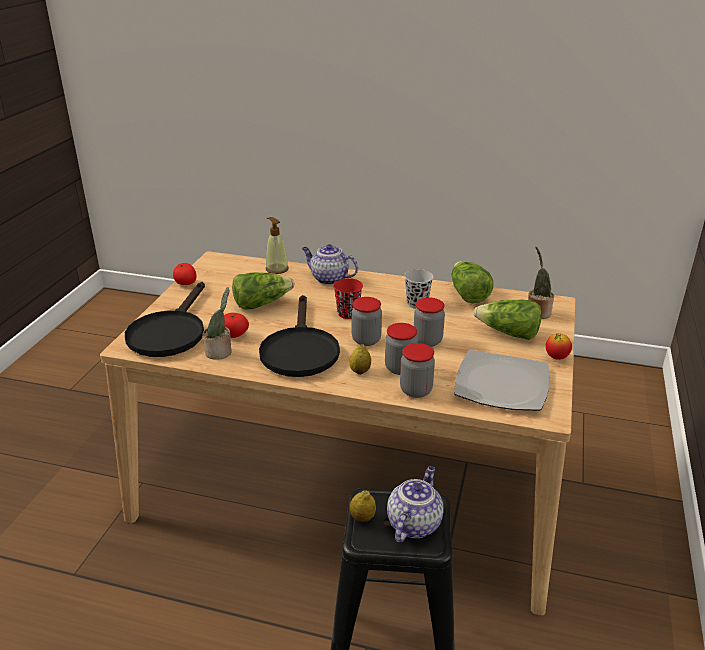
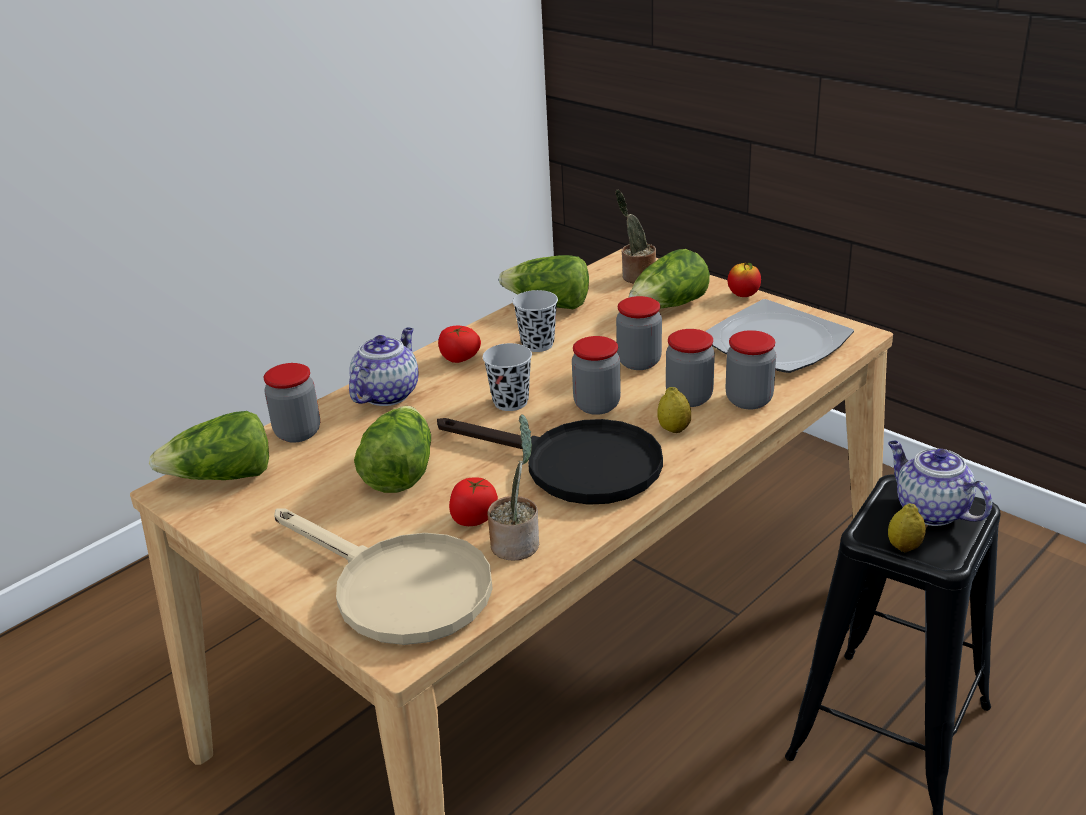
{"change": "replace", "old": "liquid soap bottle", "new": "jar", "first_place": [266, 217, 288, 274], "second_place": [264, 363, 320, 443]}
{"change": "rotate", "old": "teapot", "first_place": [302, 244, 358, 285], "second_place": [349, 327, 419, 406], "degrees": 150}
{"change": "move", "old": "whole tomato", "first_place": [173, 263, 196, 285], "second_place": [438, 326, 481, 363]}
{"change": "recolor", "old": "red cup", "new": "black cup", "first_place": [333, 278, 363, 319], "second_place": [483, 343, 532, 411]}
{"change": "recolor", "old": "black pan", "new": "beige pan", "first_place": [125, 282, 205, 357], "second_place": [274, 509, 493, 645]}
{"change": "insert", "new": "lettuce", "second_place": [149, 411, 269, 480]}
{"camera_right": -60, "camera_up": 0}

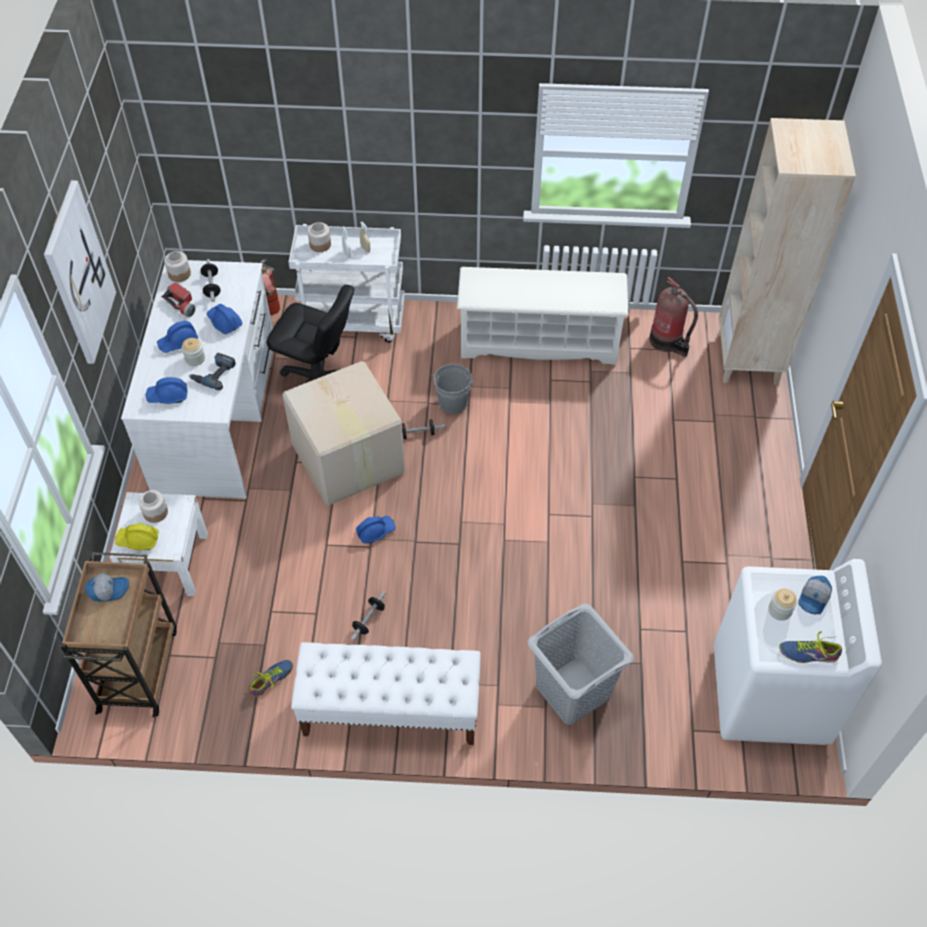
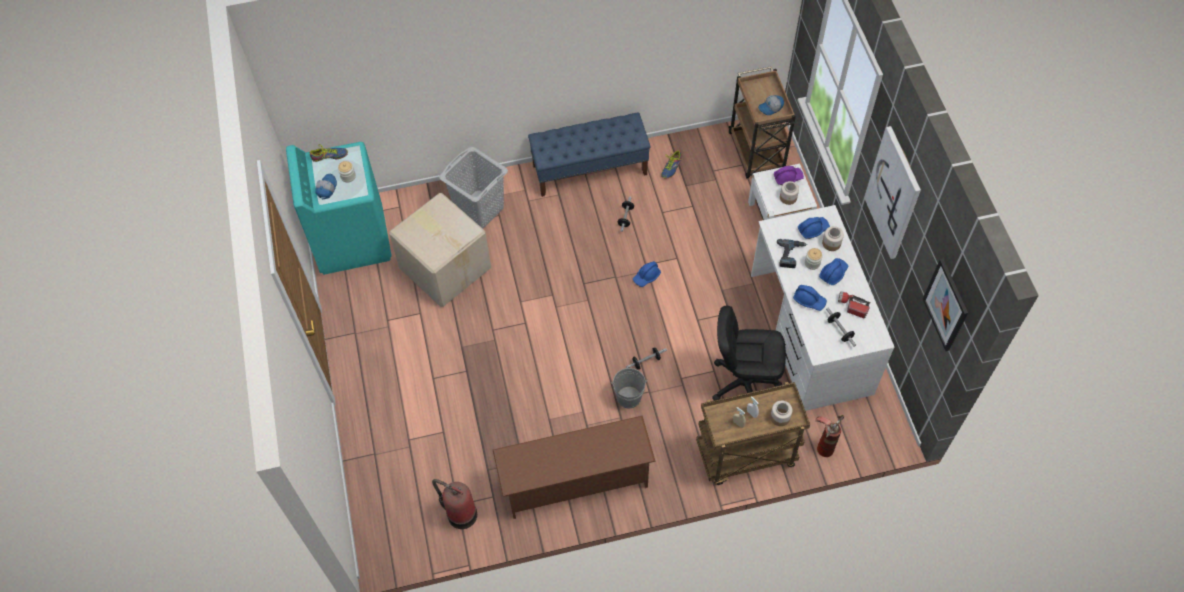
{"change": "delete", "old": "beige bookshelf", "first_place": [719, 118, 856, 385]}
{"change": "recolor", "old": "white-coloured trolley", "new": "brown-coloured trolley", "first_place": [289, 224, 405, 343], "second_place": [696, 382, 810, 485]}
{"change": "move", "old": "jar", "first_place": [164, 251, 191, 282], "second_place": [822, 226, 844, 251]}
{"change": "recolor", "old": "white-coloured shoe rack", "new": "brown-coloured shoe rack", "first_place": [457, 267, 628, 365], "second_place": [493, 416, 656, 519]}
{"change": "move", "old": "packing box", "first_place": [282, 361, 405, 505], "second_place": [389, 193, 491, 307]}
{"change": "recolor", "old": "yellow hard hat", "new": "purplish hard hat", "first_place": [115, 523, 159, 550], "second_place": [774, 166, 804, 185]}
{"change": "recolor", "old": "white-coloured laundry machine", "new": "turquoise laundry machine", "first_place": [714, 559, 882, 745], "second_place": [286, 142, 391, 275]}
{"change": "recolor", "old": "white-coloured bench", "new": "bluish bench", "first_place": [291, 642, 481, 745], "second_place": [528, 112, 650, 197]}
{"change": "insert", "new": "picture", "second_place": [923, 259, 968, 351]}
{"camera_right": 165, "camera_up": 5}

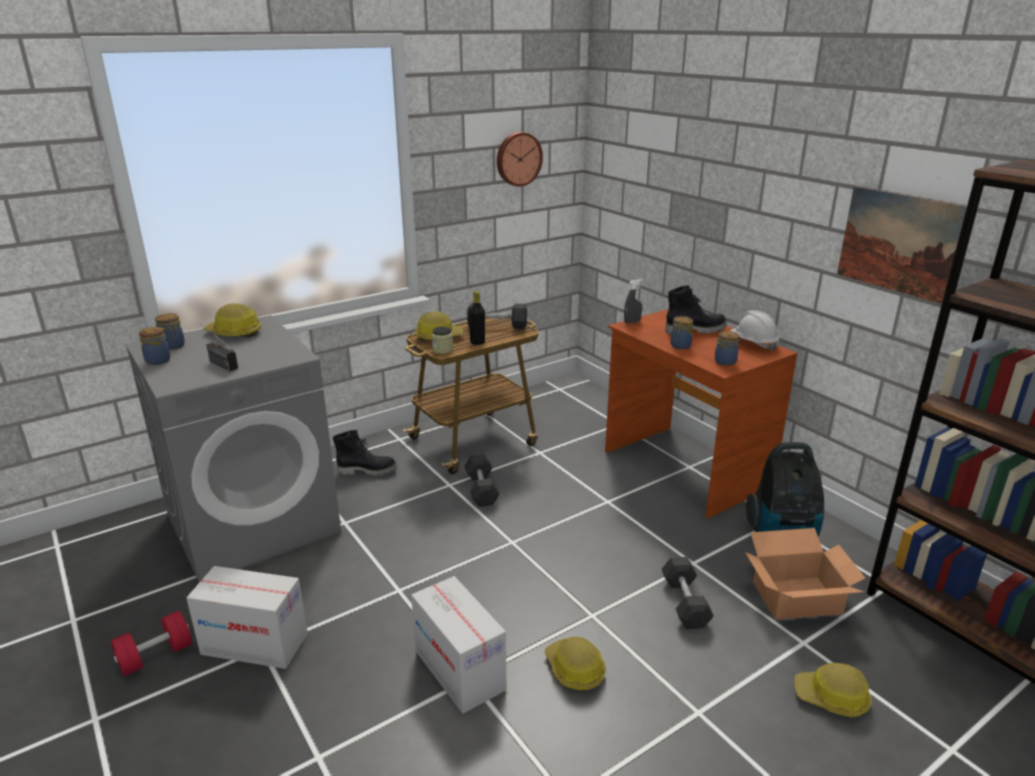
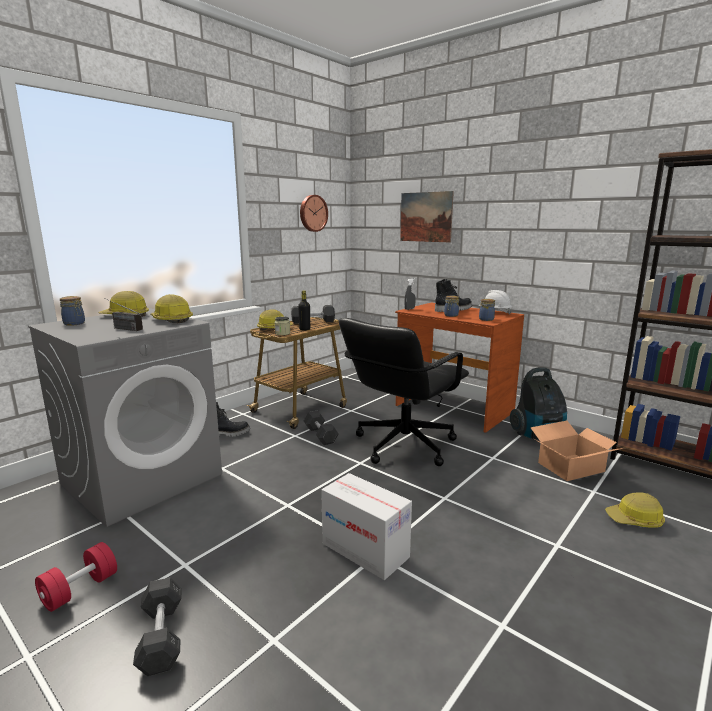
{"change": "move", "old": "picture", "first_place": [837, 186, 967, 304], "second_place": [400, 191, 454, 242]}
{"change": "delete", "old": "jar", "first_place": [139, 327, 170, 365]}
{"change": "move", "old": "grey hand weight", "first_place": [662, 557, 714, 629], "second_place": [133, 577, 182, 676]}
{"change": "delete", "old": "packing box", "first_place": [186, 566, 308, 669]}
{"change": "move", "old": "hard hat", "first_place": [544, 637, 606, 690], "second_place": [151, 294, 193, 323]}
{"change": "insert", "new": "black computer chair", "second_place": [339, 318, 469, 466]}
{"camera_right": -15, "camera_up": -10}

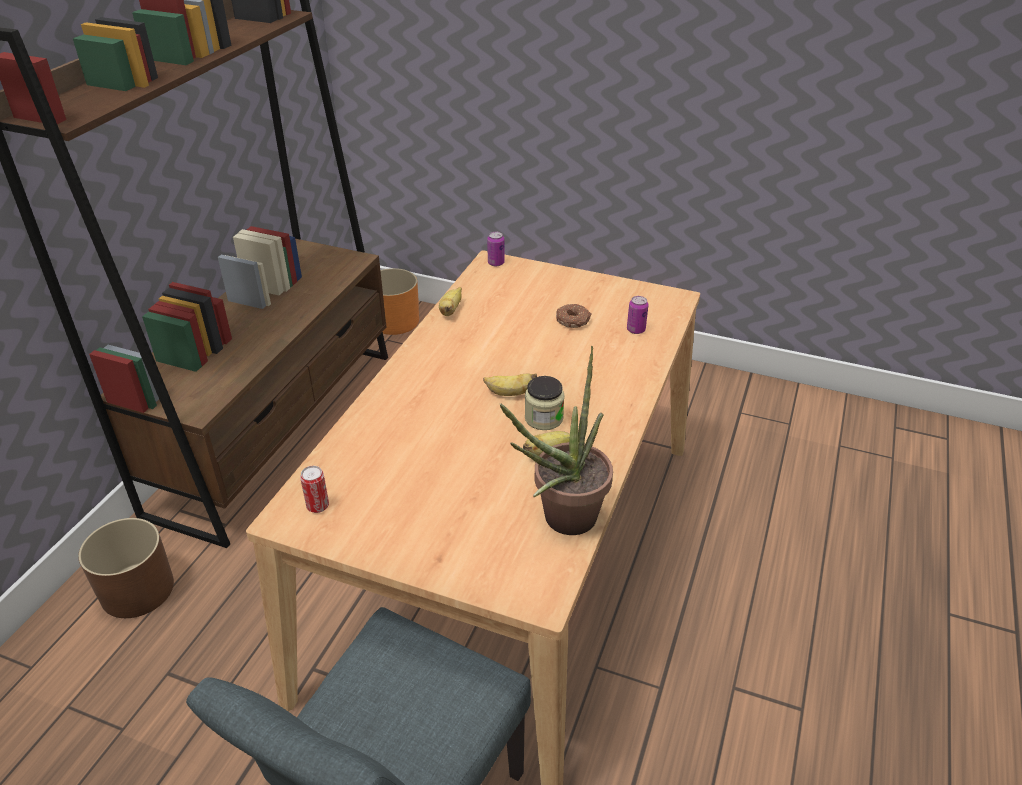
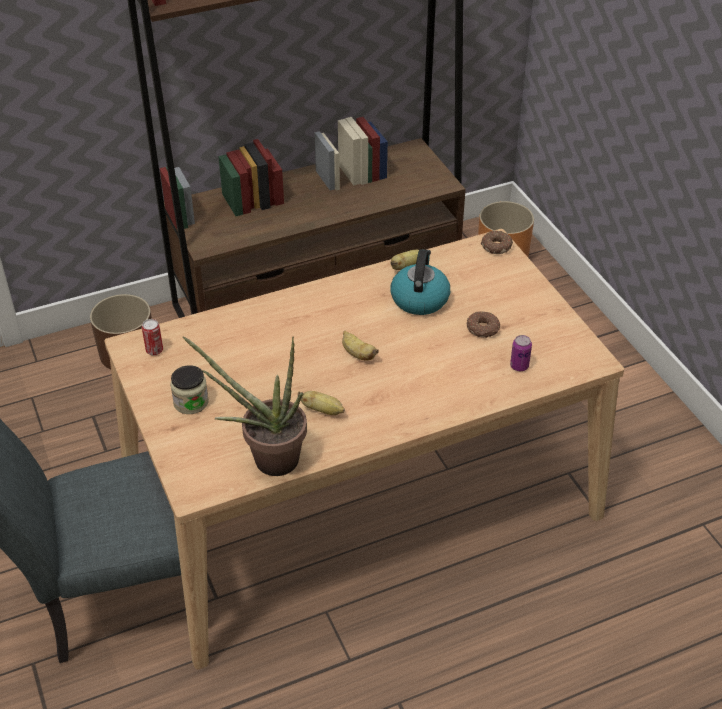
{"change": "replace", "old": "metal can", "new": "donut", "first_place": [487, 232, 505, 266], "second_place": [481, 231, 513, 254]}
{"change": "move", "old": "jar", "first_place": [525, 376, 565, 430], "second_place": [170, 365, 209, 414]}
{"change": "insert", "new": "water kettle", "second_place": [391, 249, 450, 315]}
{"camera_right": 45, "camera_up": 5}

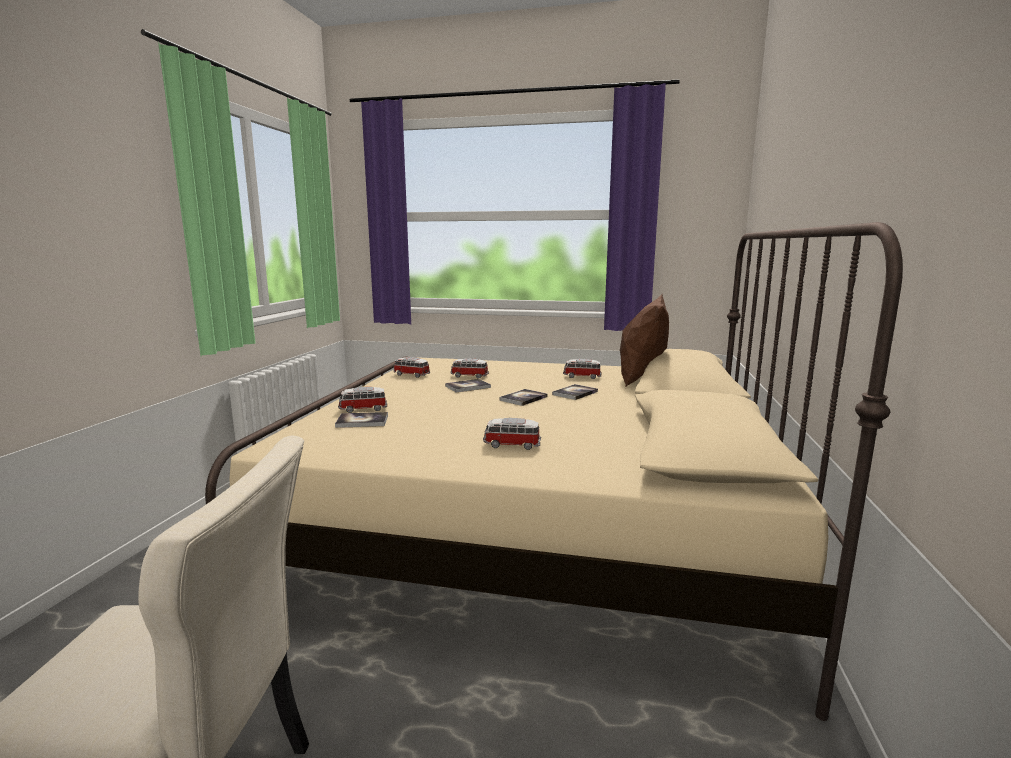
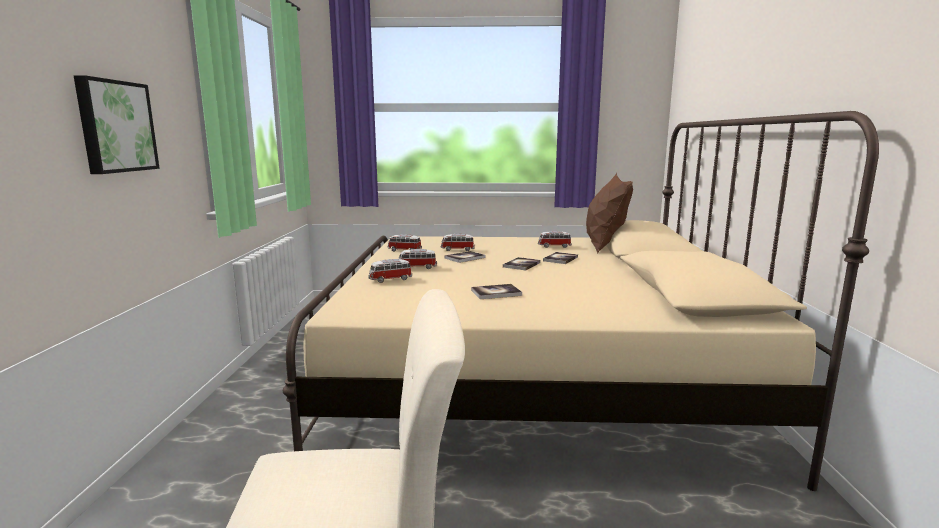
{"change": "move", "old": "book", "first_place": [335, 412, 388, 428], "second_place": [471, 284, 522, 299]}
{"change": "move", "old": "toy car", "first_place": [483, 418, 541, 450], "second_place": [398, 249, 437, 269]}
{"change": "insert", "new": "picture", "second_place": [74, 75, 160, 174]}
{"camera_right": -10, "camera_up": 0}

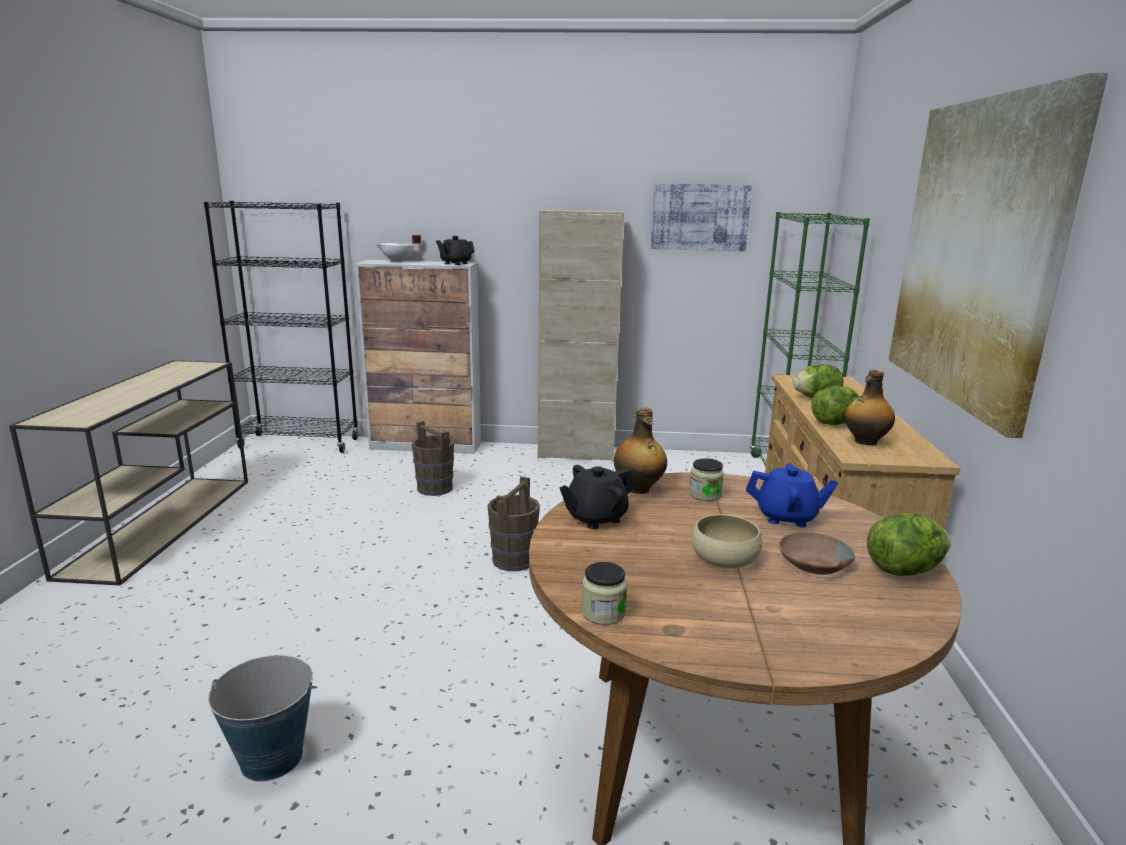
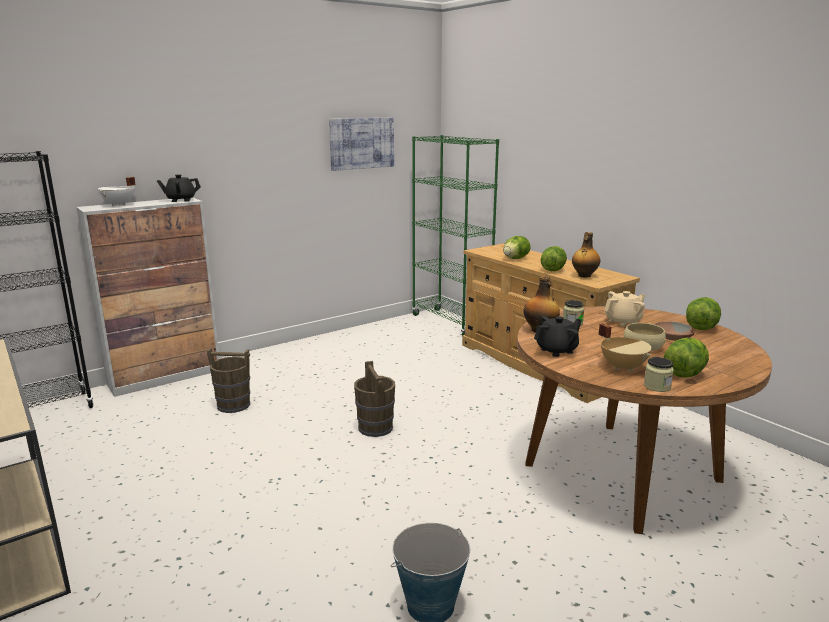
{"change": "delete", "old": "picture", "first_place": [889, 73, 1108, 438]}
{"change": "delete", "old": "beige storage cabinet", "first_place": [538, 209, 624, 461]}
{"change": "recolor", "old": "bluish teapot", "new": "beige teapot", "first_place": [746, 463, 838, 527], "second_place": [604, 291, 645, 326]}
{"change": "rotate", "old": "black teapot", "first_place": [560, 465, 634, 529], "second_place": [534, 316, 582, 357], "degrees": -135}
{"change": "insert", "new": "beige cooking pot", "second_place": [599, 324, 652, 372]}
{"change": "insert", "new": "lettuce", "second_place": [664, 338, 709, 378]}
{"camera_right": -40, "camera_up": 0}

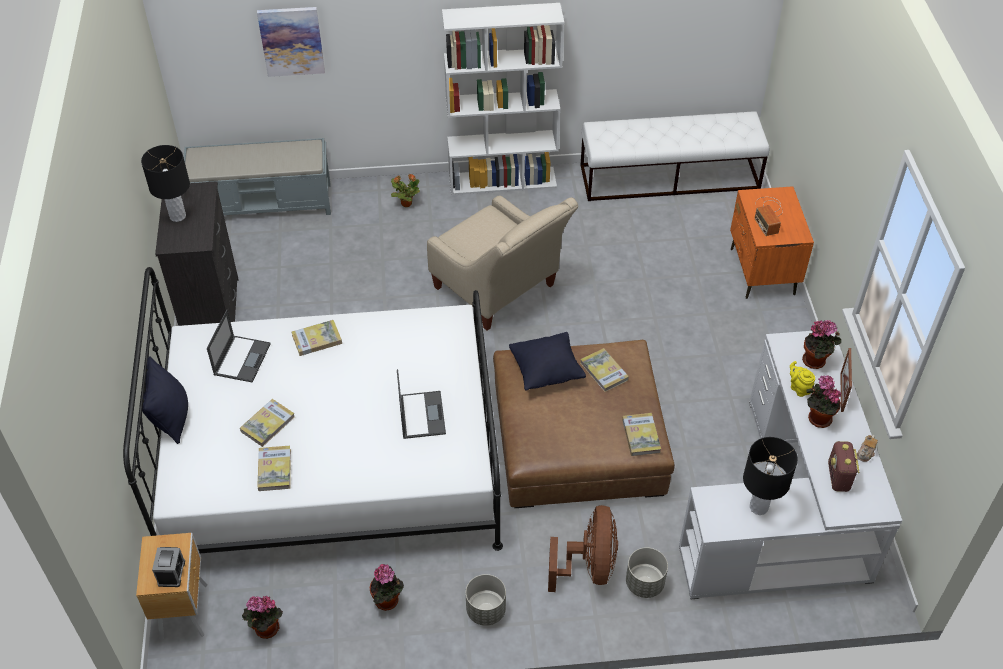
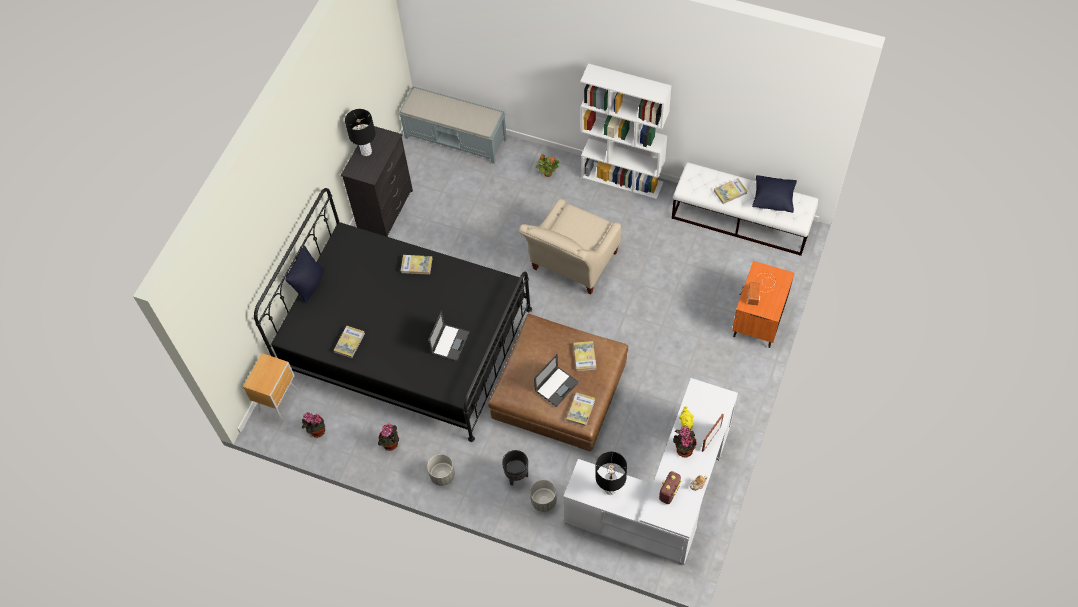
{"change": "delete", "old": "picture", "first_place": [257, 7, 325, 77]}
{"change": "rotate", "old": "beige lounge chair", "first_place": [427, 195, 578, 331], "second_place": [519, 198, 621, 295], "degrees": 45}
{"change": "recolor", "old": "white-coloured sleeping bed", "new": "black sleeping bed", "first_place": [123, 267, 503, 553], "second_place": [254, 188, 532, 442]}
{"change": "move", "old": "notebook computer", "first_place": [207, 310, 271, 383], "second_place": [534, 354, 579, 407]}
{"change": "delete", "old": "houseplant", "first_place": [802, 320, 841, 369]}
{"change": "move", "old": "black throw pillow", "first_place": [509, 332, 586, 391], "second_place": [752, 175, 797, 213]}
{"change": "move", "old": "book", "first_place": [240, 399, 295, 447], "second_place": [714, 178, 748, 204]}
{"change": "replace", "old": "brown-coloured electric fan", "new": "black flower pot", "first_place": [548, 505, 618, 592], "second_place": [502, 450, 528, 486]}
{"change": "delete", "old": "alarm clock", "first_place": [152, 547, 185, 587]}
{"camera_right": 30, "camera_up": 10}

